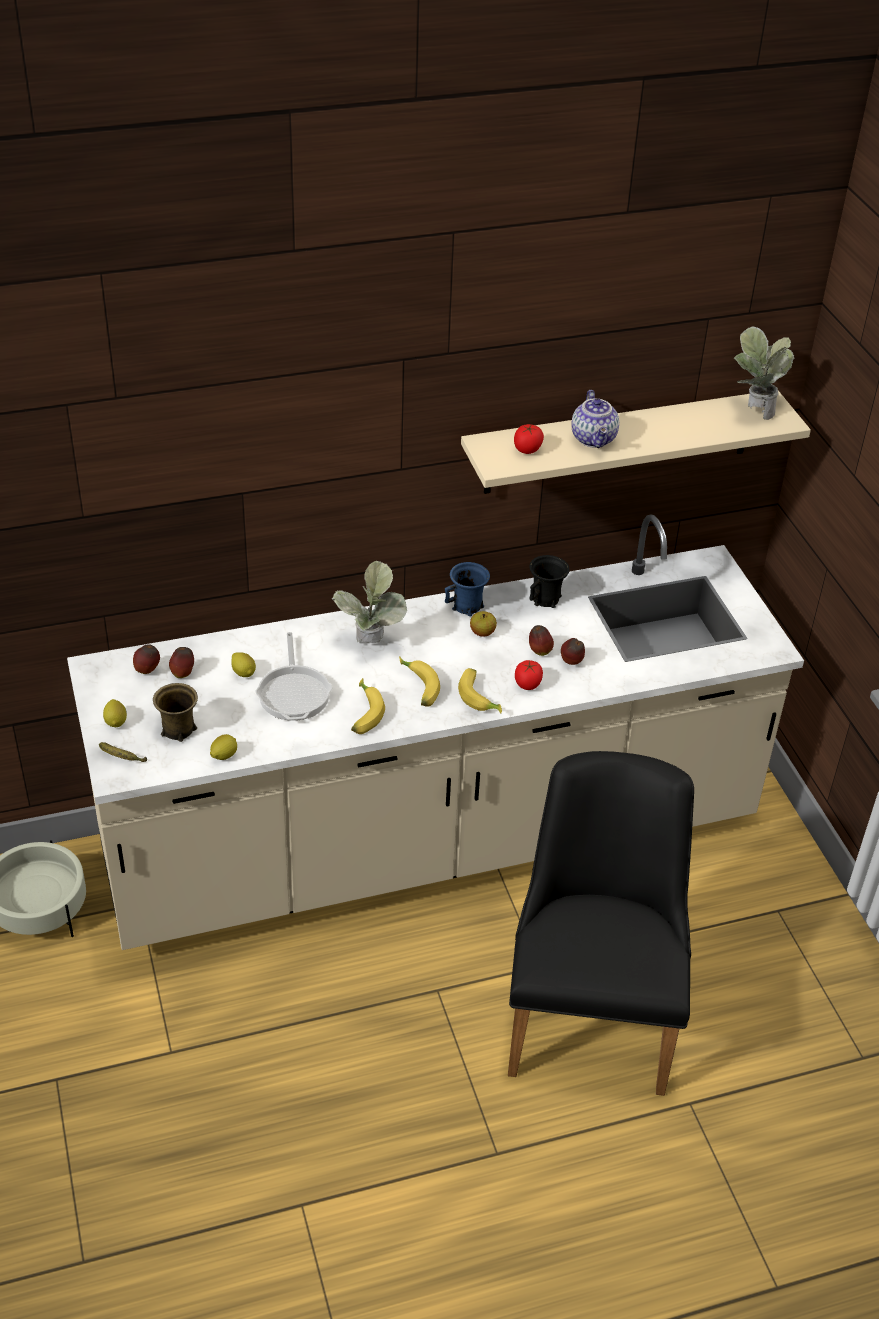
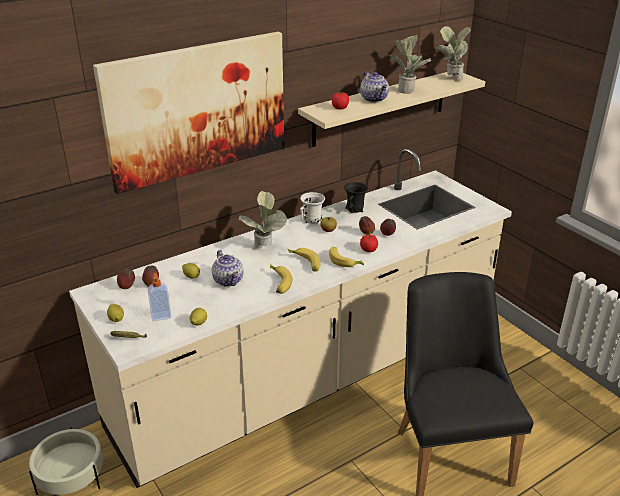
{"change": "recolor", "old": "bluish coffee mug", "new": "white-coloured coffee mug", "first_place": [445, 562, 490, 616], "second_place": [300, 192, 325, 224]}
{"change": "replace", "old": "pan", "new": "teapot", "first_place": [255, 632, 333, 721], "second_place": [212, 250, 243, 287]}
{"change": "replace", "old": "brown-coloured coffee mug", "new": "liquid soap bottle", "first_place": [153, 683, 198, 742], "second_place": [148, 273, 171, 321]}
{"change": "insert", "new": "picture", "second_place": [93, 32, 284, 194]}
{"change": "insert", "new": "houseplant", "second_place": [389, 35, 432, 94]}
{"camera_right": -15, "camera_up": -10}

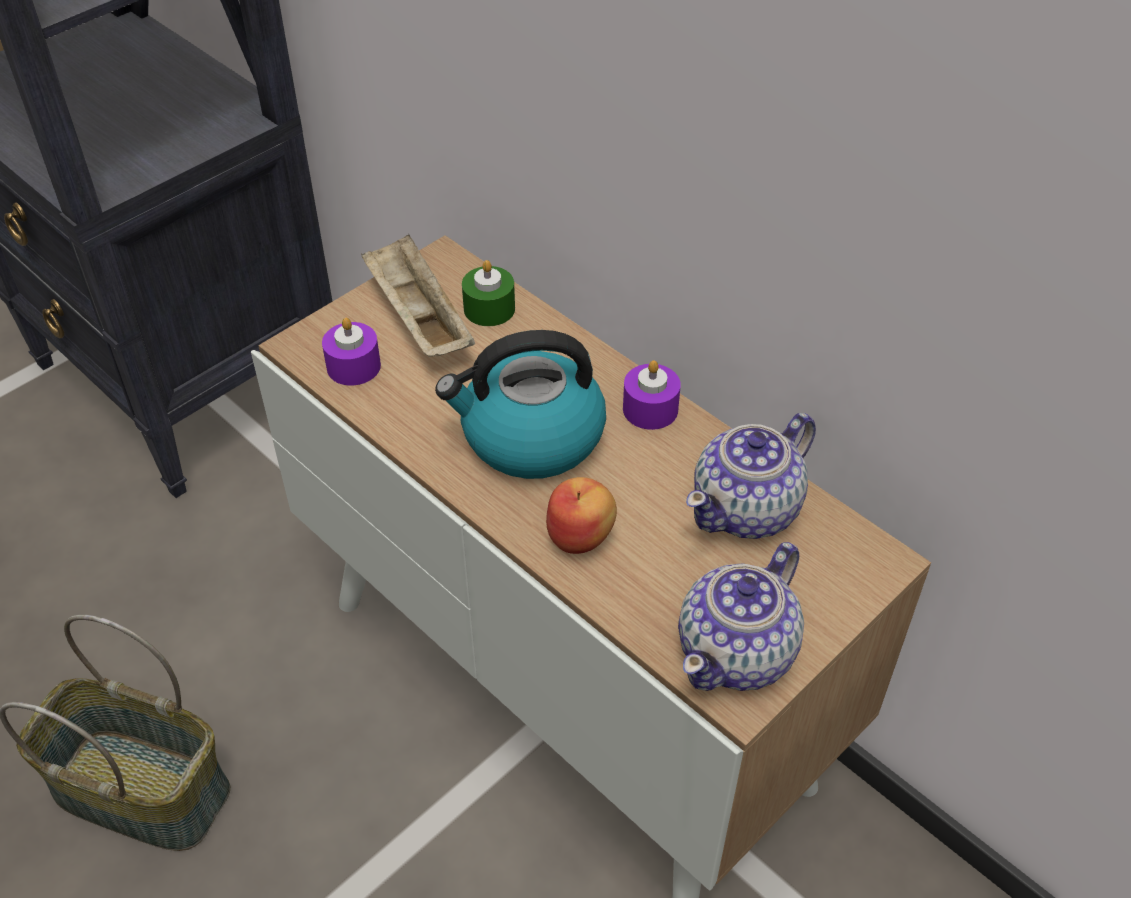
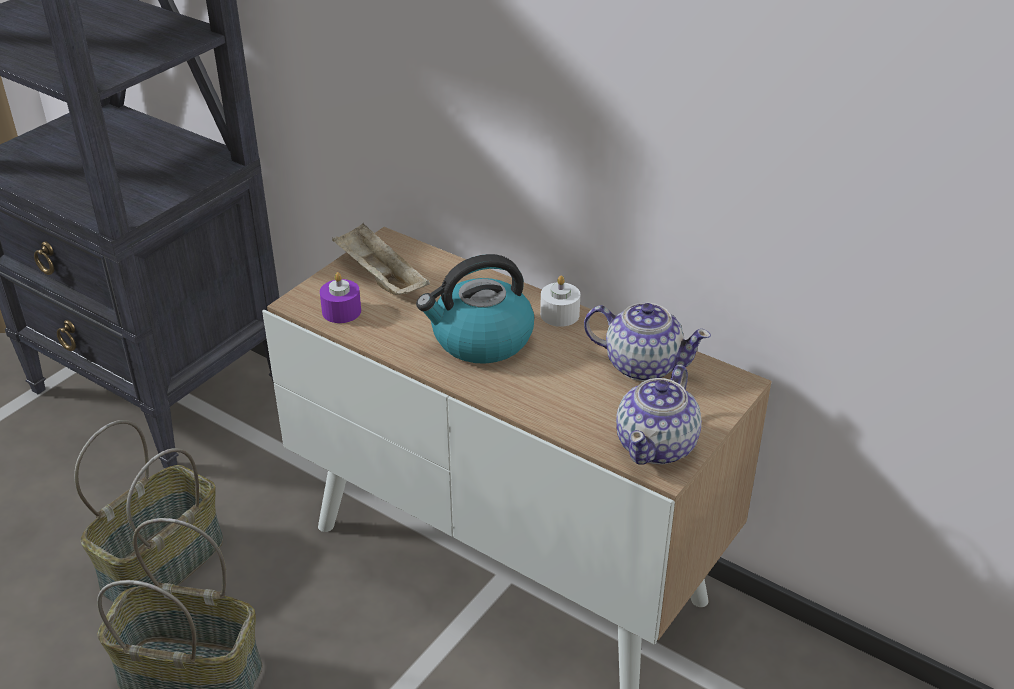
{"change": "delete", "old": "green-coloured wax light", "first_place": [462, 260, 515, 326]}
{"change": "recolor", "old": "purplish wax light", "new": "white-coloured wax light", "first_place": [623, 360, 681, 430], "second_place": [540, 276, 580, 327]}
{"change": "rotate", "old": "teapot", "first_place": [686, 413, 816, 539], "second_place": [584, 303, 711, 381], "degrees": -105}
{"change": "delete", "old": "whole apple", "first_place": [546, 477, 617, 554]}
{"change": "insert", "new": "household basket", "second_place": [74, 420, 223, 603]}
{"camera_right": -10, "camera_up": -10}

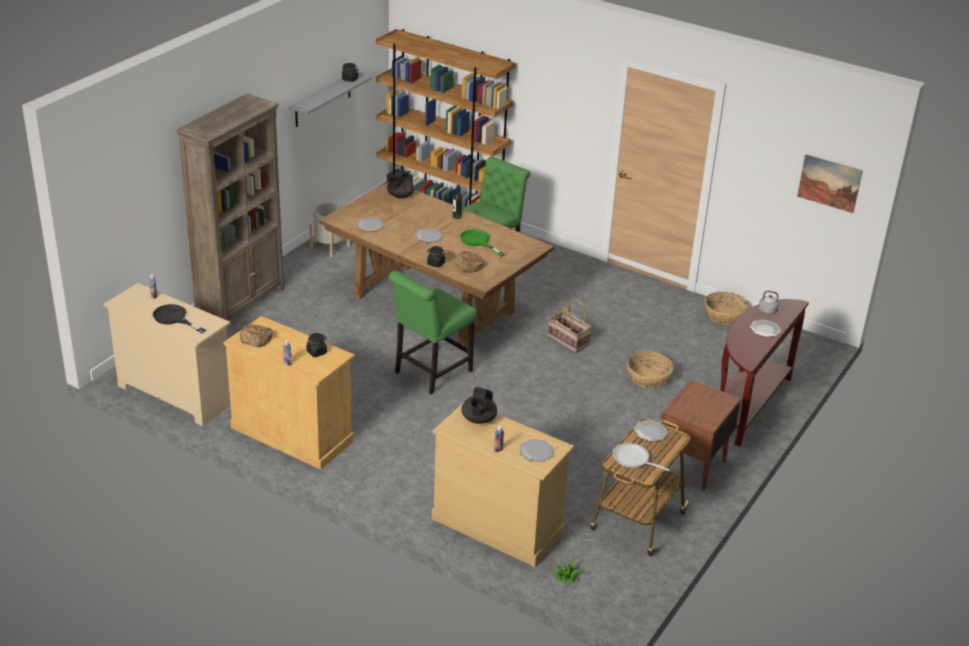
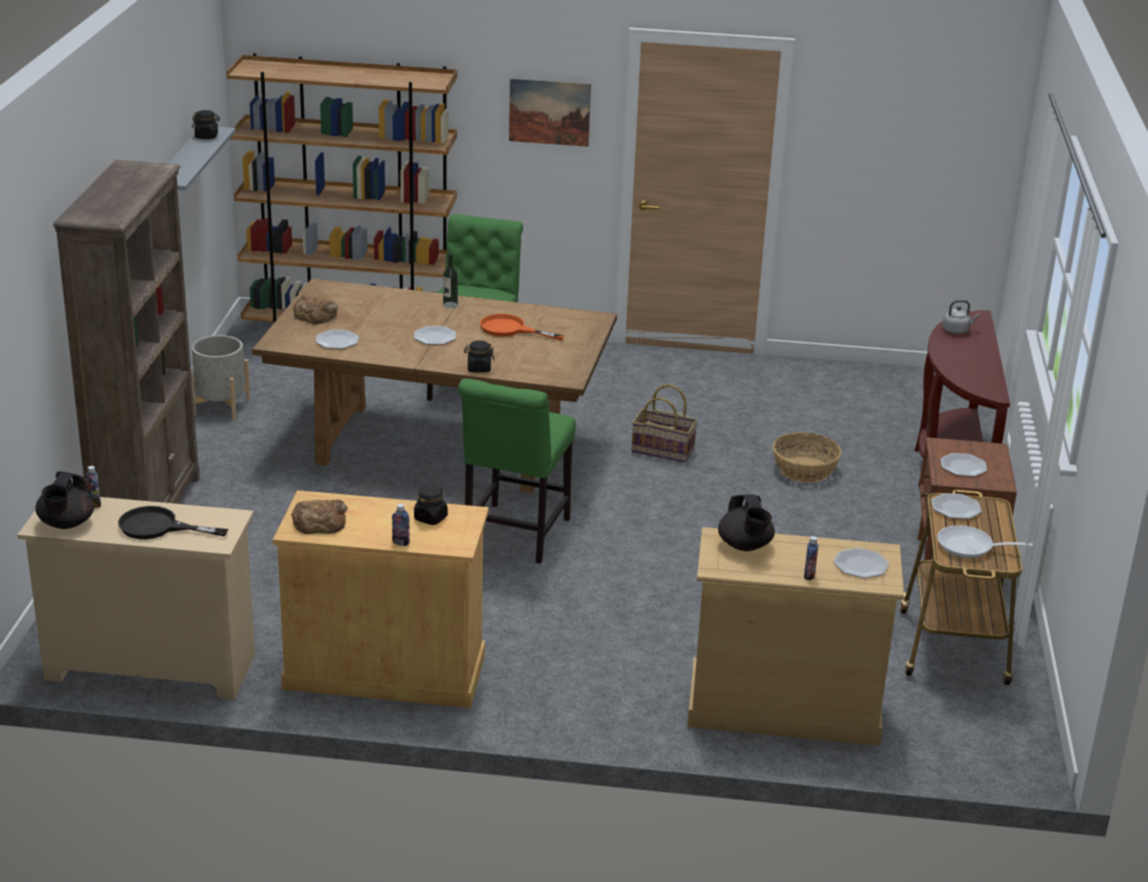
{"change": "move", "old": "picture", "first_place": [797, 154, 863, 213], "second_place": [509, 78, 591, 147]}
{"change": "move", "old": "black teapot", "first_place": [387, 170, 414, 198], "second_place": [35, 471, 94, 529]}
{"change": "recolor", "old": "green-coloured pan", "new": "orange pan", "first_place": [460, 229, 505, 257], "second_place": [480, 314, 564, 341]}
{"change": "move", "old": "baked bread", "first_place": [455, 251, 484, 273], "second_place": [293, 296, 338, 324]}
{"change": "delete", "old": "household basket", "first_place": [704, 292, 748, 325]}
{"change": "move", "old": "flat dish", "first_place": [750, 320, 781, 337], "second_place": [940, 453, 987, 477]}
{"change": "delete", "old": "houseplant", "first_place": [550, 555, 588, 583]}
{"camera_right": -25, "camera_up": -5}

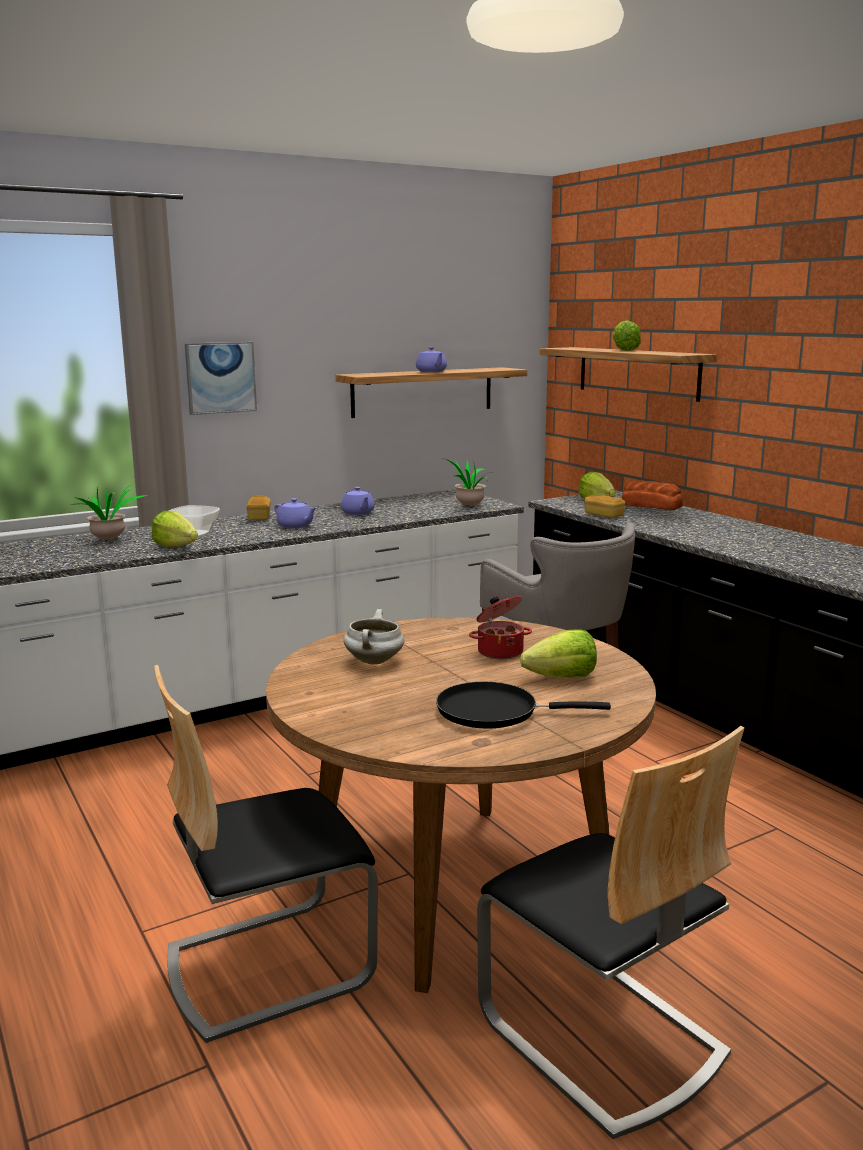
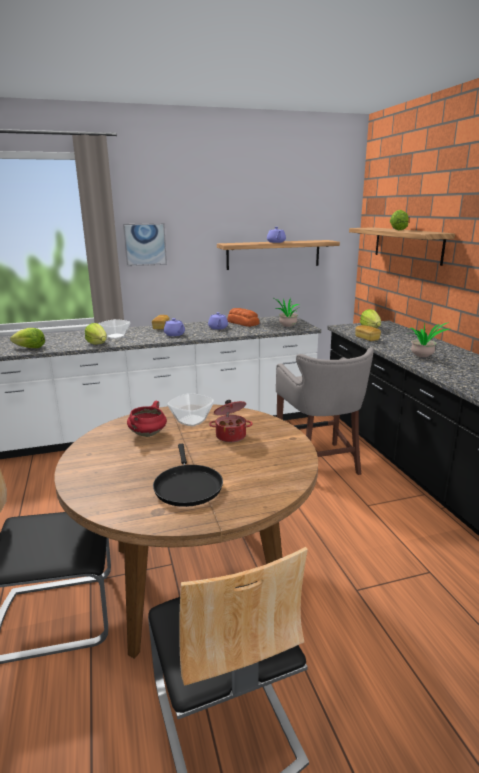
{"change": "move", "old": "baked bread", "first_place": [621, 480, 683, 510], "second_place": [227, 308, 260, 327]}
{"change": "move", "old": "houseplant", "first_place": [71, 484, 148, 540], "second_place": [405, 322, 449, 357]}
{"change": "recolor", "old": "white-coloured cooking pot", "new": "red cooking pot", "first_place": [343, 609, 404, 665], "second_place": [127, 401, 167, 437]}
{"change": "move", "old": "lettuce", "first_place": [520, 629, 597, 678], "second_place": [10, 328, 45, 348]}
{"change": "rotate", "old": "black pan", "first_place": [436, 682, 611, 729], "second_place": [153, 444, 223, 507], "degrees": -120}
{"change": "insert", "new": "serving bowl", "second_place": [167, 393, 214, 426]}
{"camera_right": 15, "camera_up": 5}

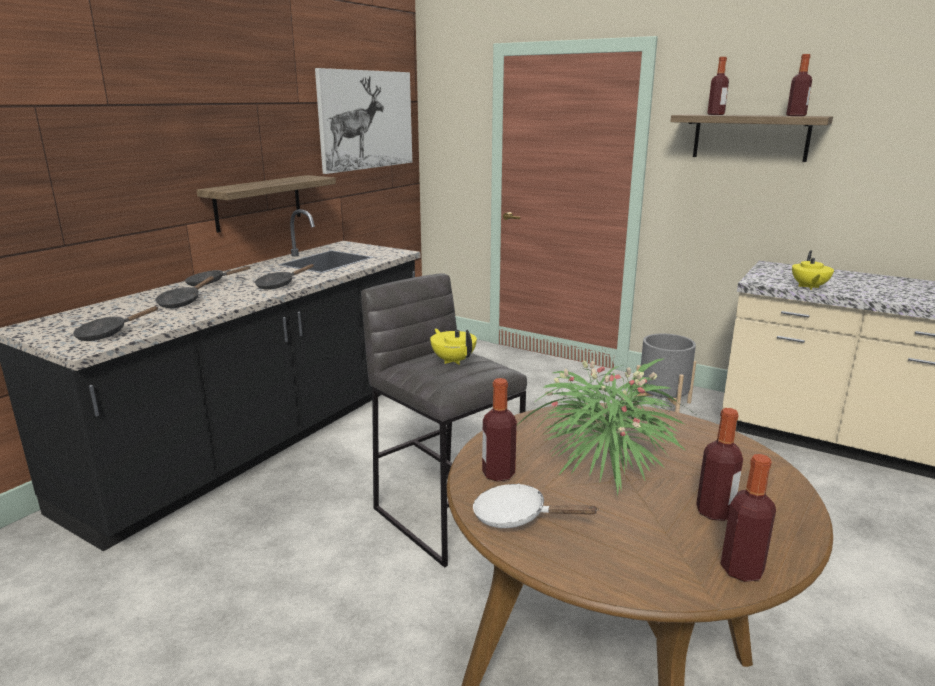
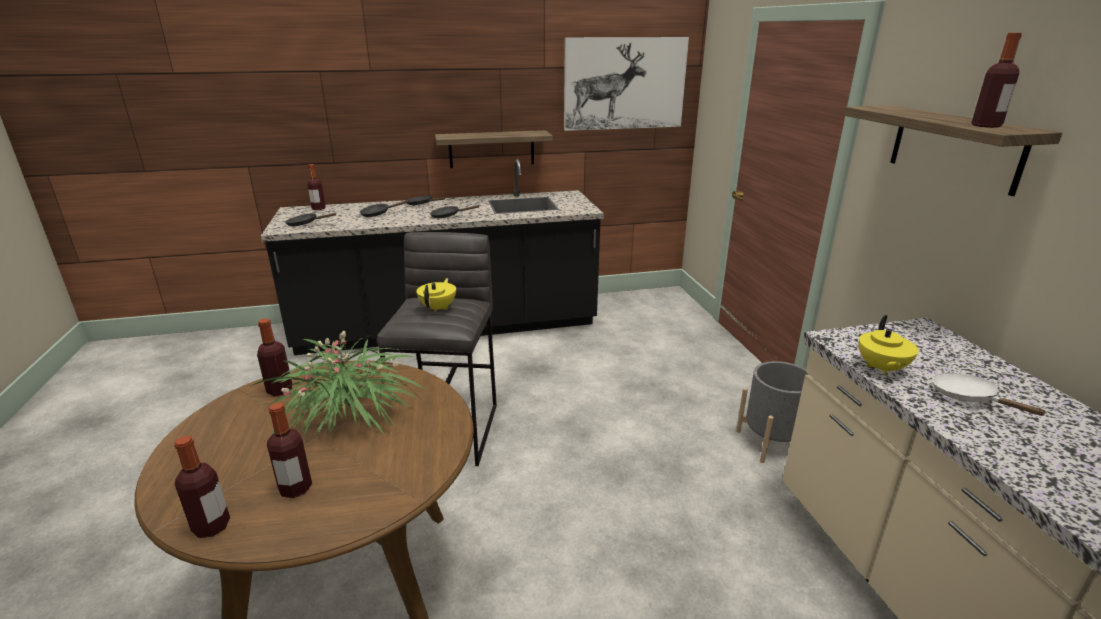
{"change": "move", "old": "beverage bottle", "first_place": [707, 57, 729, 115], "second_place": [307, 164, 326, 210]}
{"change": "rotate", "old": "yellow teapot", "first_place": [792, 250, 834, 290], "second_place": [859, 315, 918, 375], "degrees": -45}
{"change": "move", "old": "white-coloured pan", "first_place": [473, 483, 599, 528], "second_place": [932, 373, 1047, 416]}
{"camera_right": 45, "camera_up": 5}

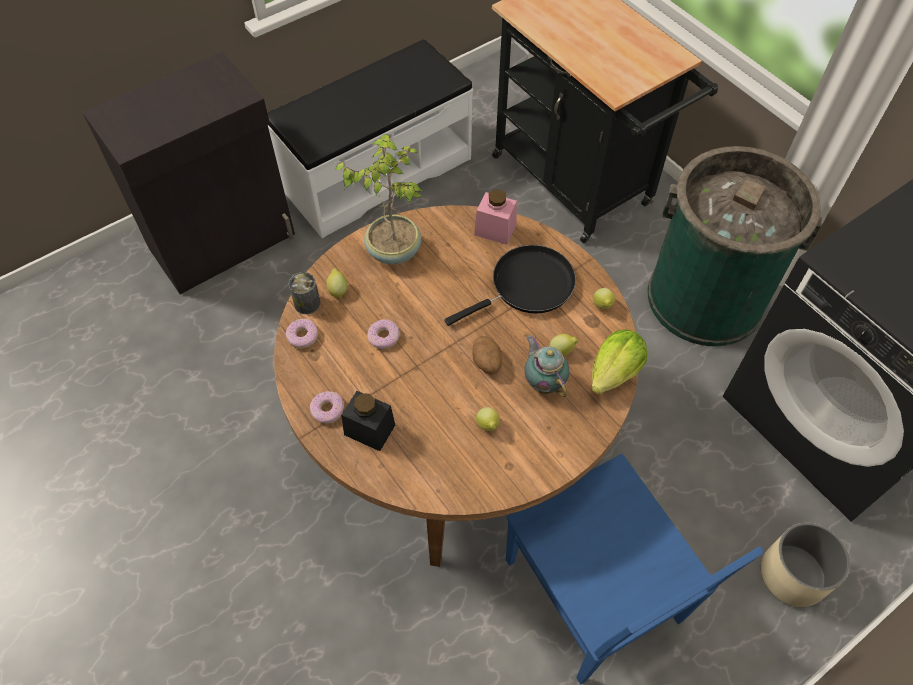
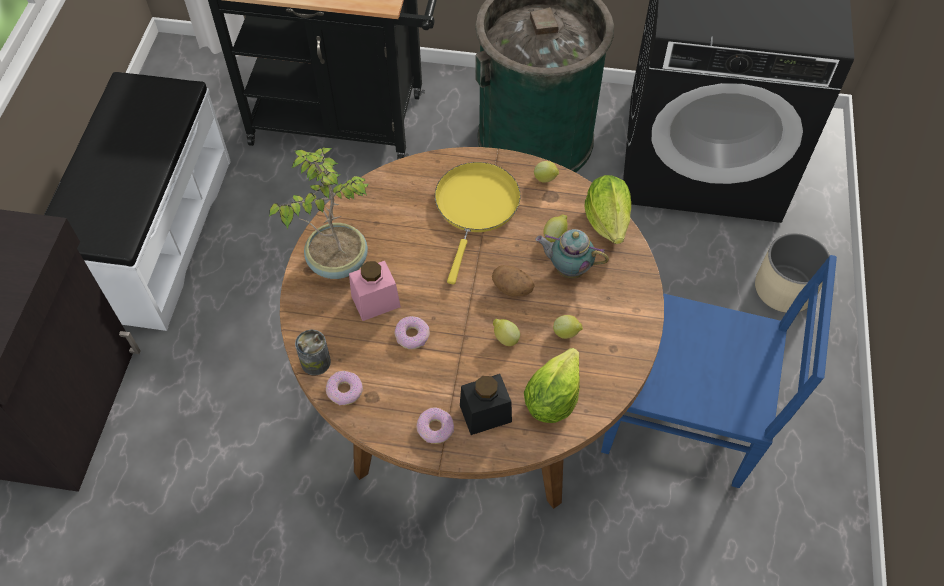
{"change": "move", "old": "pink jar", "first_place": [474, 190, 517, 245], "second_place": [349, 261, 401, 321]}
{"change": "recolor", "old": "black pan", "new": "yellow pan", "first_place": [444, 245, 576, 326], "second_place": [435, 162, 521, 285]}
{"change": "move", "old": "lemon", "first_place": [326, 268, 348, 298], "second_place": [493, 319, 520, 346]}
{"change": "insert", "new": "lettuce", "second_place": [524, 348, 580, 423]}
{"camera_right": -45, "camera_up": 0}

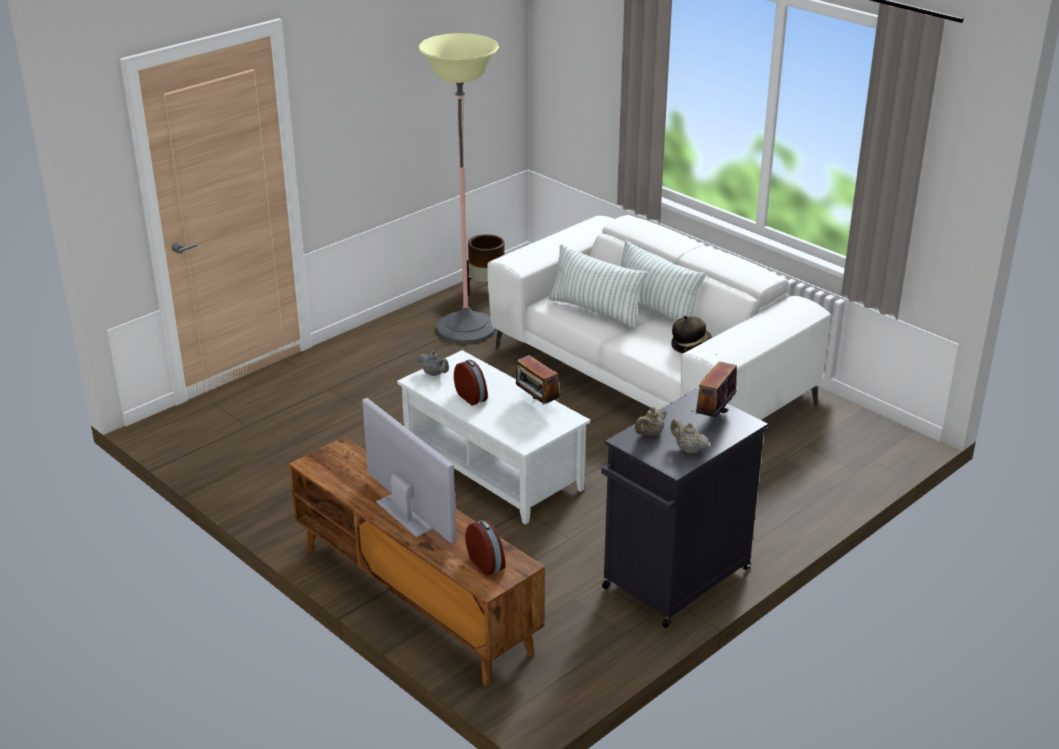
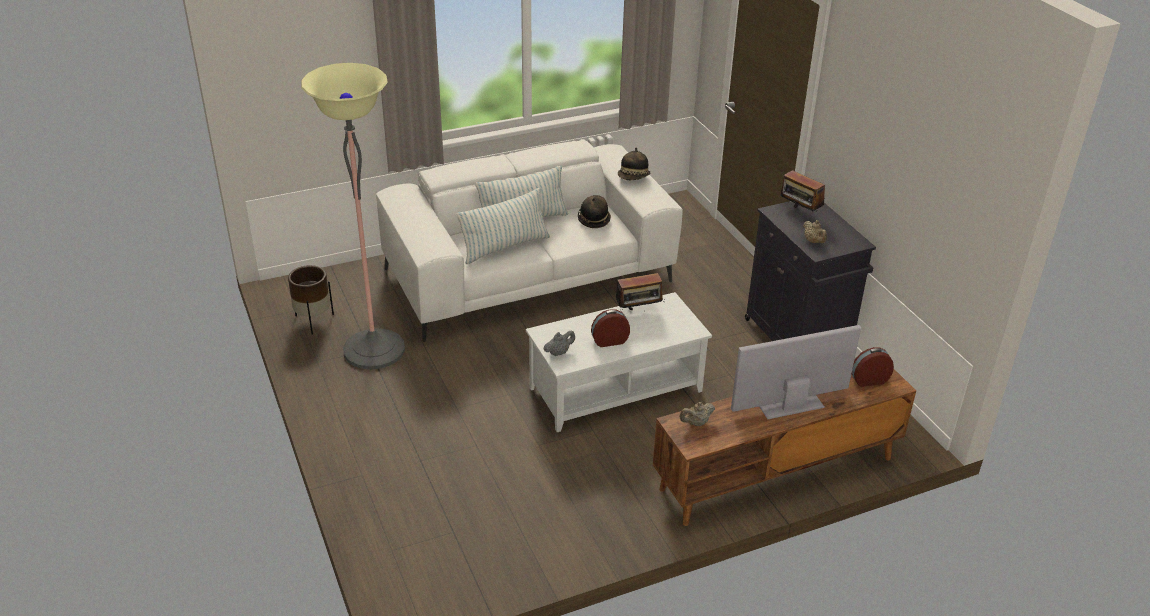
{"change": "move", "old": "beige teapot", "first_place": [670, 419, 709, 454], "second_place": [680, 402, 715, 426]}
{"change": "insert", "new": "hat", "second_place": [618, 148, 650, 180]}
{"camera_right": -70, "camera_up": 5}

